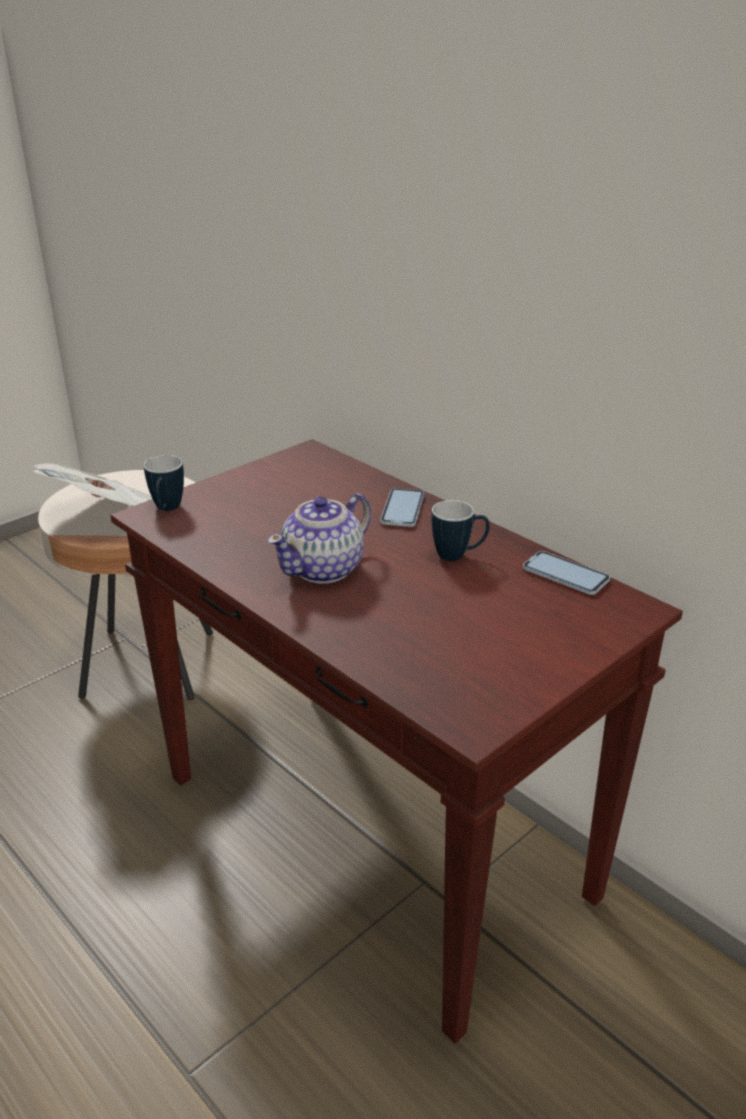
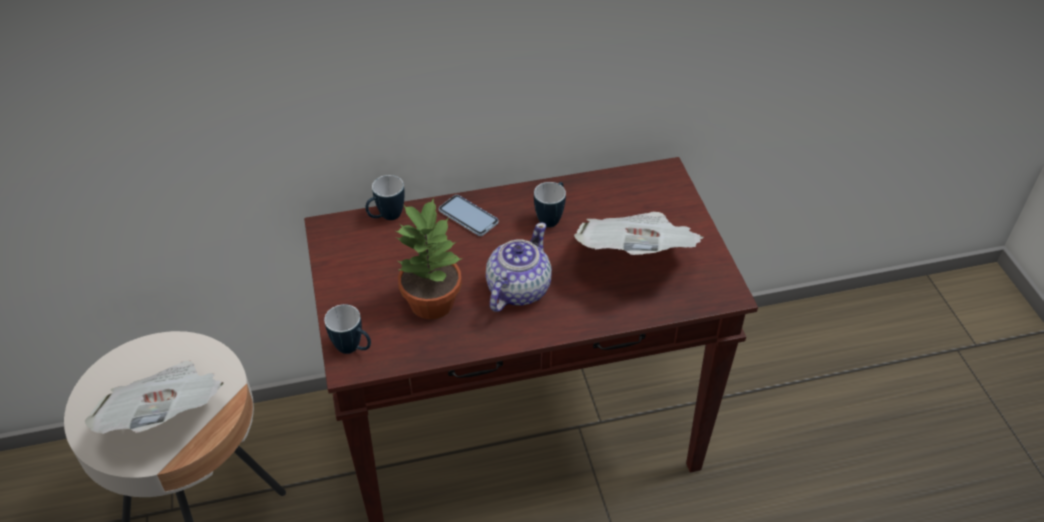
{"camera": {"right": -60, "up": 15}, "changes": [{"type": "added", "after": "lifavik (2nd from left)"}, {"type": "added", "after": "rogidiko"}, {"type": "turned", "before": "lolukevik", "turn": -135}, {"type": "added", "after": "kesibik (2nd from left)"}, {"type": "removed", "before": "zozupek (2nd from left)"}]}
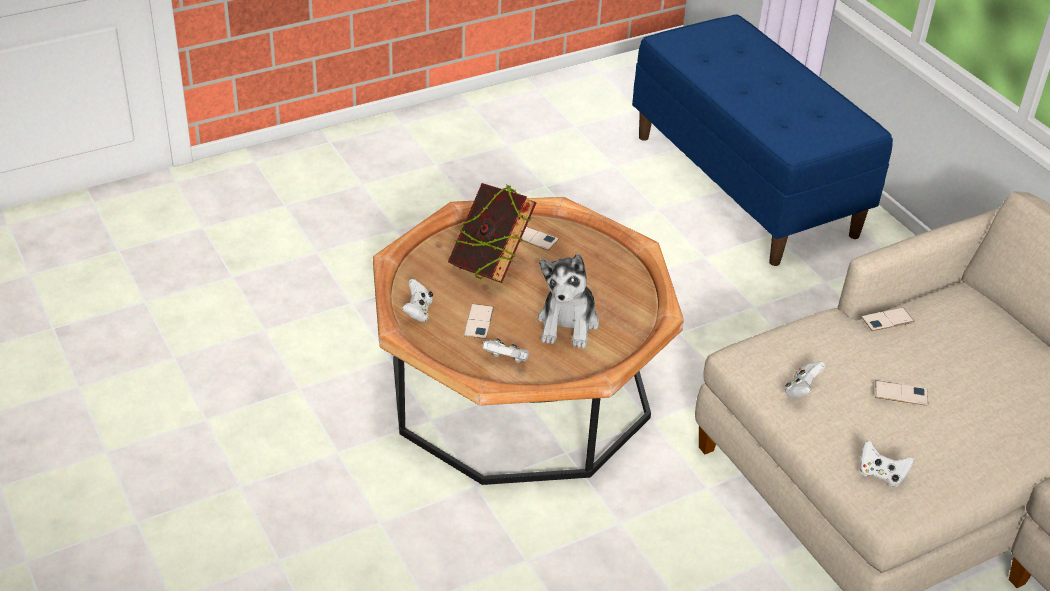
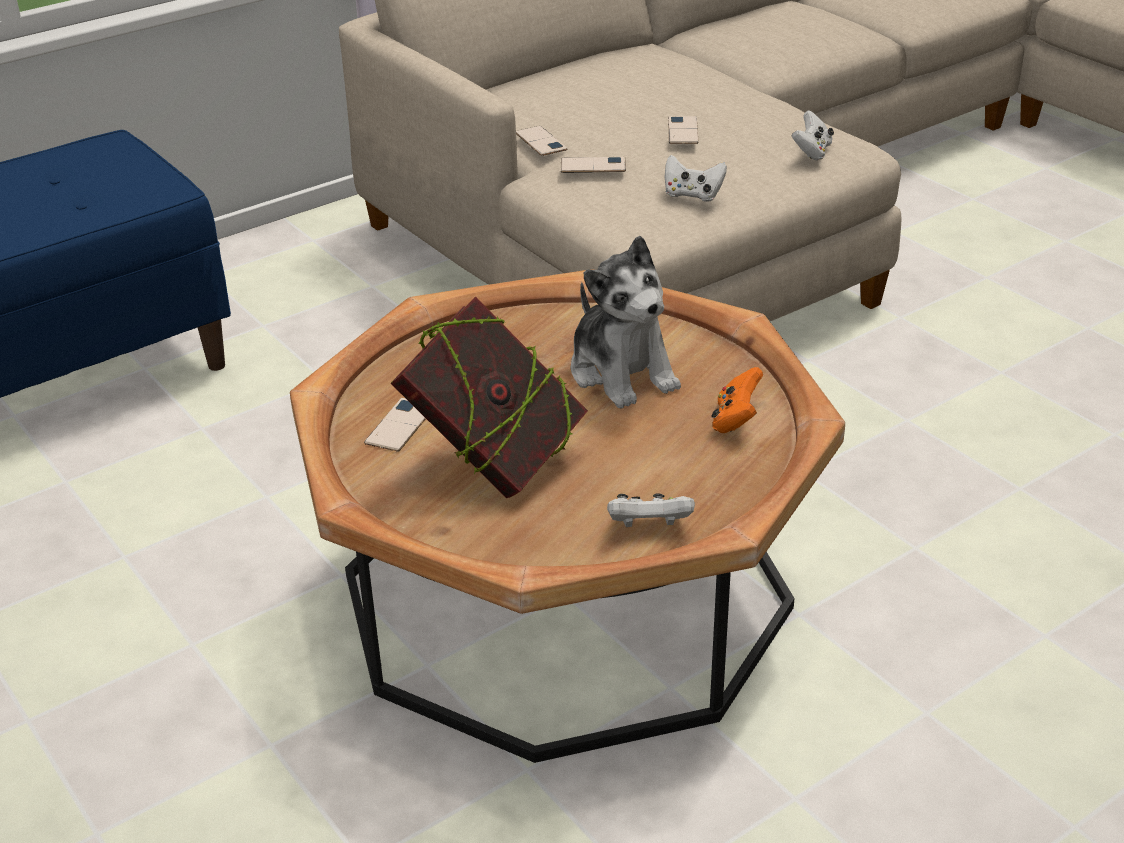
{"camera": {"right": -95, "up": -5}, "changes": [{"type": "moved", "before": "zozupek (1st from left in the first image)", "after": "zozupek (3rd from left)"}, {"type": "turned", "before": "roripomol", "turn": 60}, {"type": "recoloured", "before": "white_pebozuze (2nd from left)", "after": "orange_pebozuze"}]}
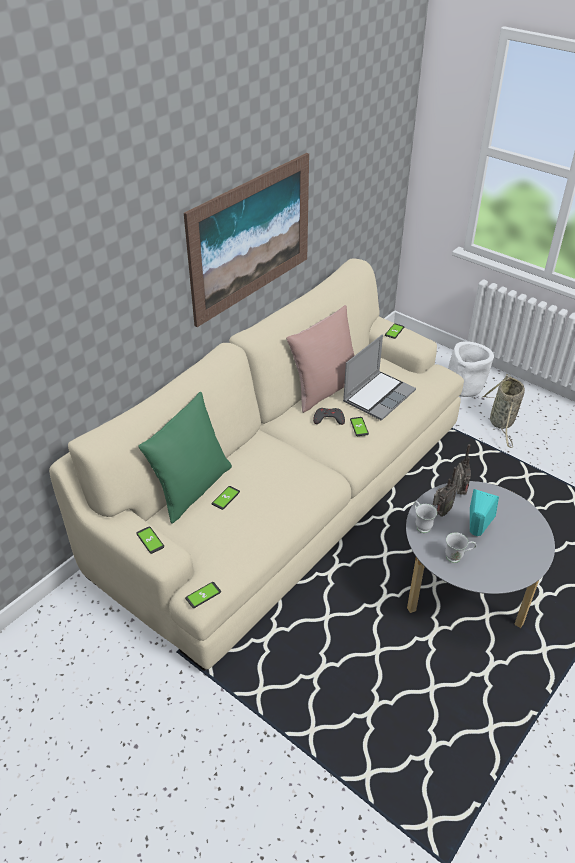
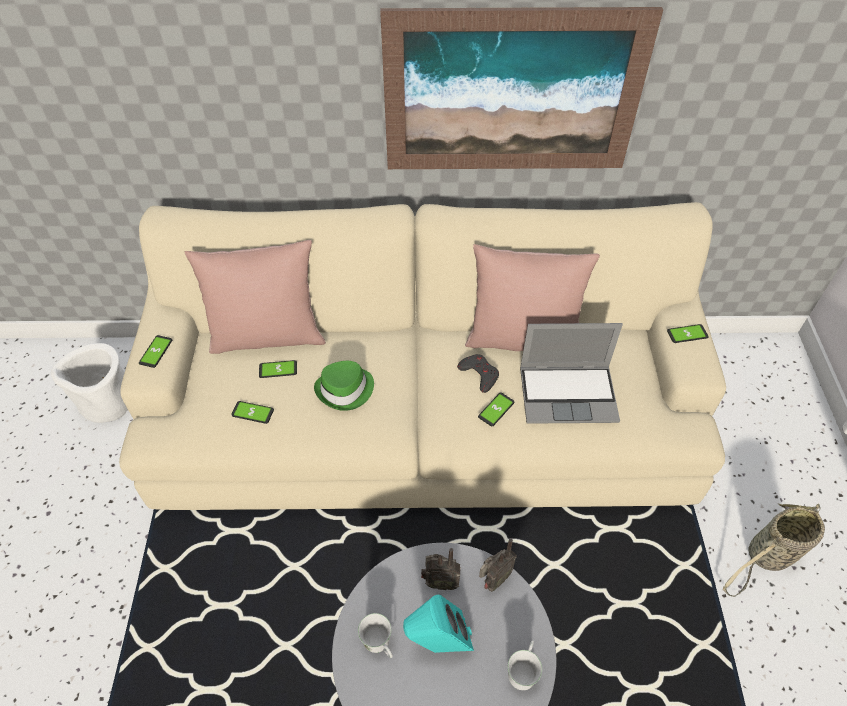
{"camera": {"right": 50, "up": 10}, "changes": [{"type": "moved", "before": "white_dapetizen"}, {"type": "recoloured", "before": "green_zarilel", "after": "pink_zarilel (1st from left)"}, {"type": "moved", "before": "zozupek (2nd from left)"}, {"type": "added", "after": "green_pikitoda"}, {"type": "moved", "before": "white_lifavik (1st from left in the first image)", "after": "white_lifavik (2nd from left)"}]}
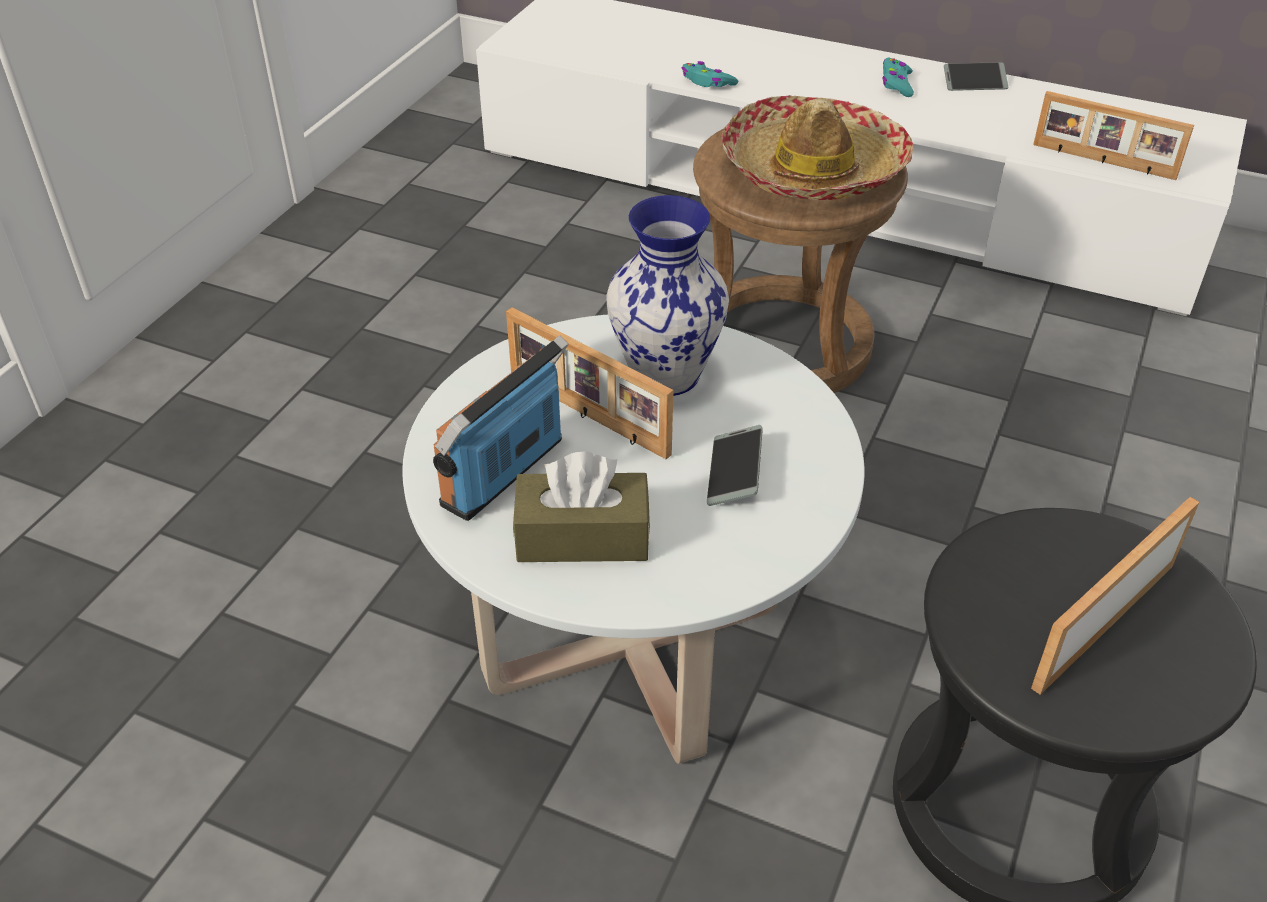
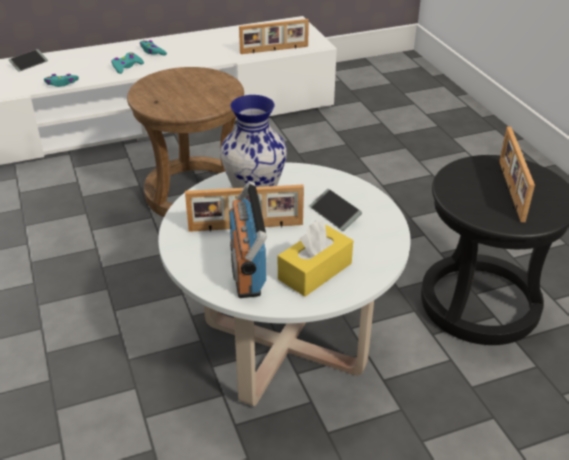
{"camera": {"right": -45, "up": -5}, "changes": [{"type": "moved", "before": "zozupek (2nd from left in the first image)", "after": "zozupek (1st from left)"}, {"type": "added", "after": "turquoise_pebozuze (2nd from left)"}, {"type": "recoloured", "before": "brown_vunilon", "after": "yellow_vunilon"}, {"type": "removed", "before": "pikitoda"}]}
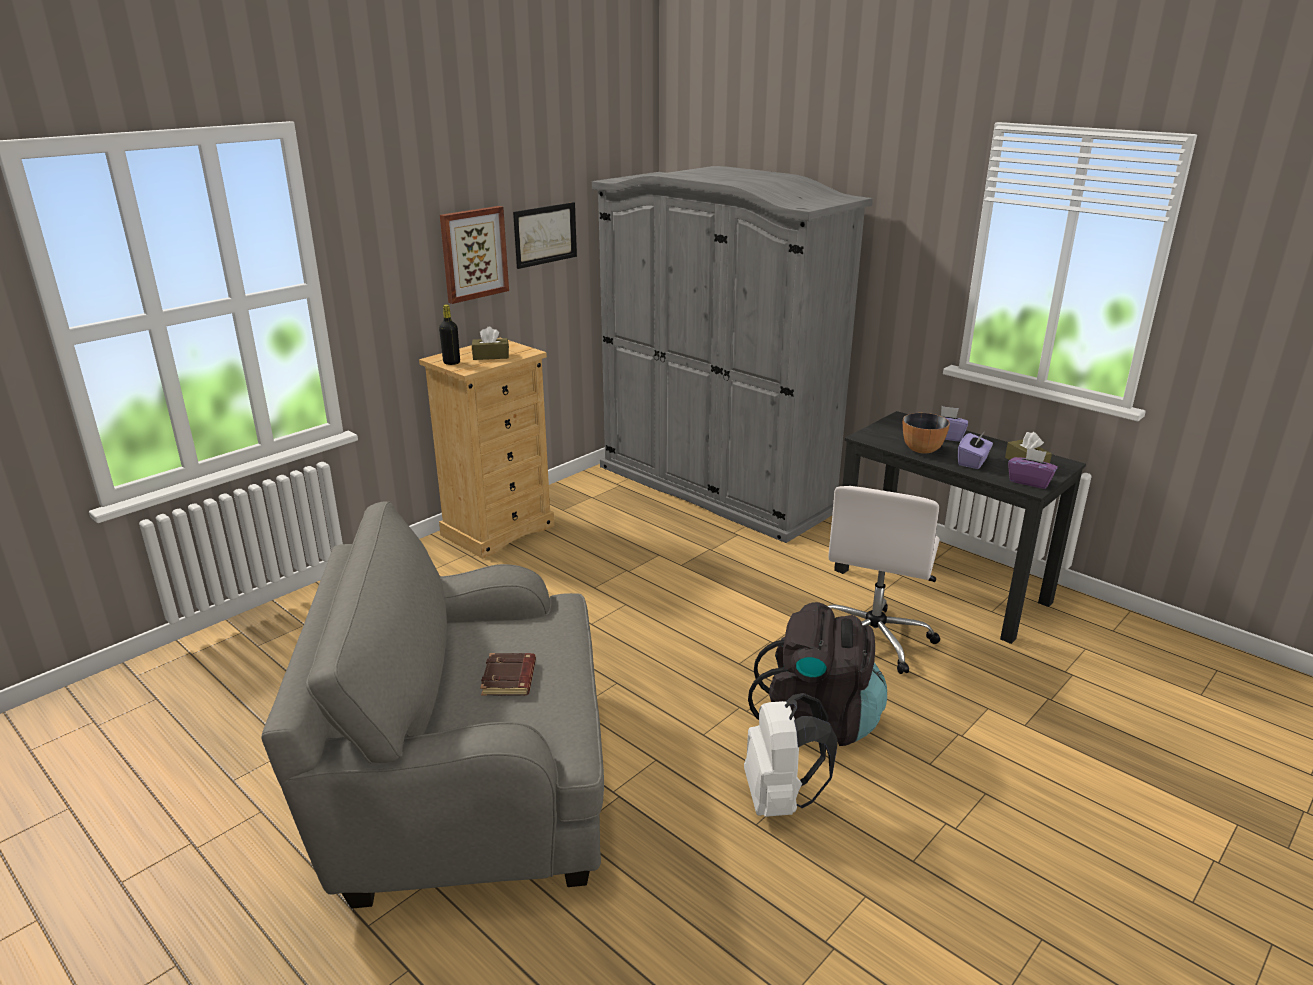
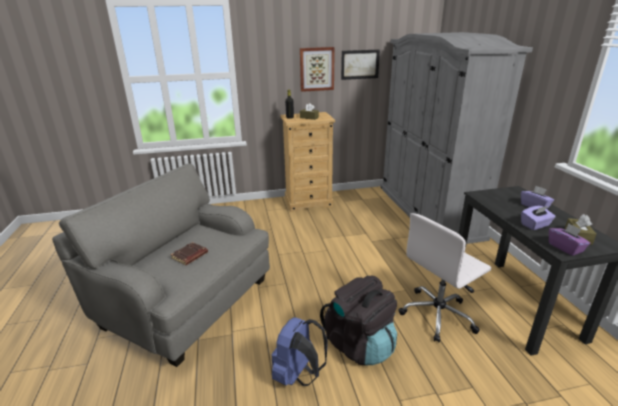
{"camera": {"right": 35, "up": 0}, "changes": [{"type": "recoloured", "before": "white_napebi", "after": "blue_napebi"}, {"type": "removed", "before": "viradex"}]}
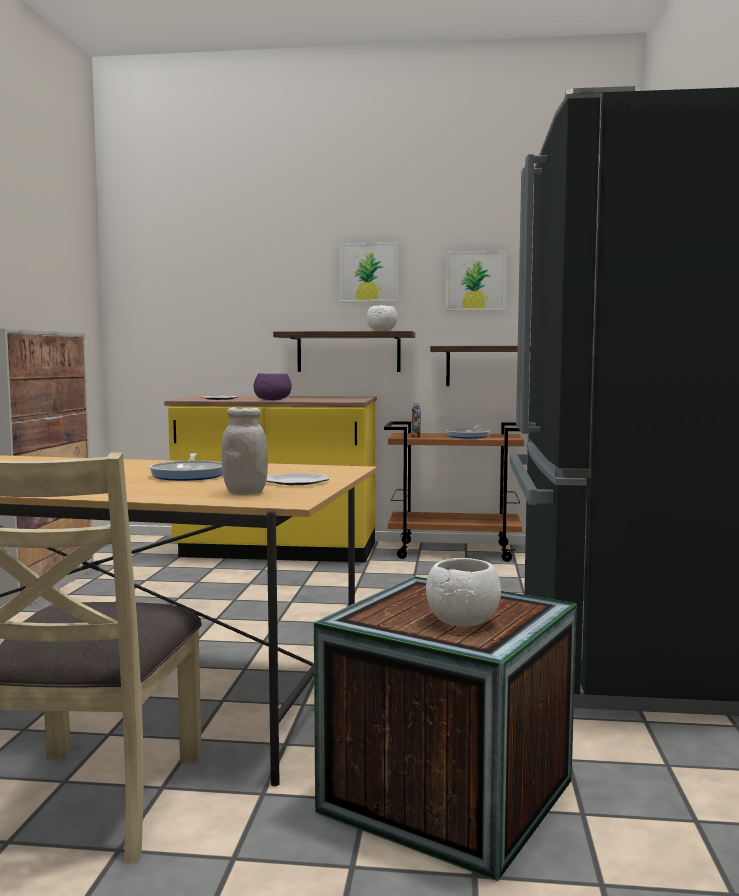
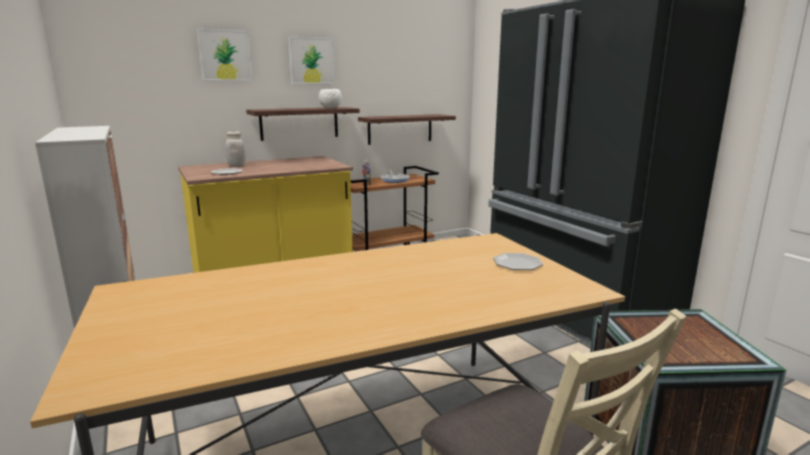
{"camera": {"right": -35, "up": 10}, "changes": [{"type": "moved", "before": "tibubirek (2nd from left in the first image)", "after": "tibubirek (1st from left)"}, {"type": "moved", "before": "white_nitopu"}, {"type": "removed", "before": "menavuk (1st from left)"}, {"type": "removed", "before": "purple_viradex"}, {"type": "removed", "before": "white_viradex (2nd from left)"}]}
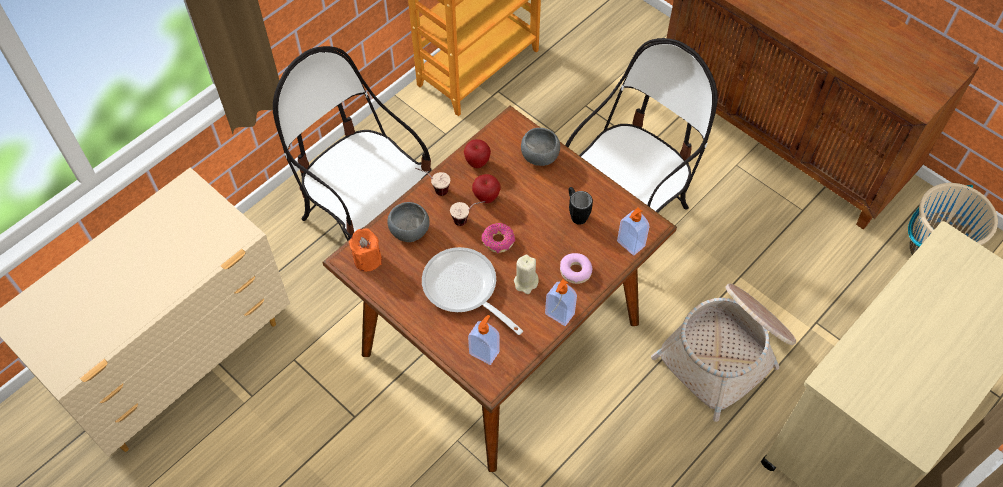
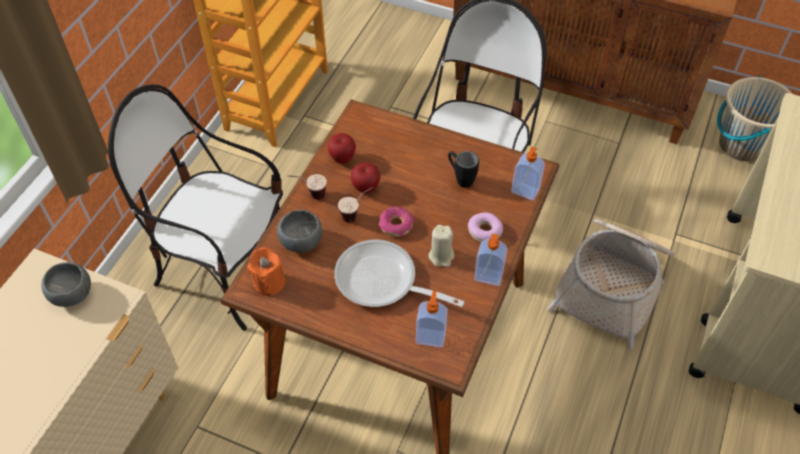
{"camera": {"right": -20, "up": -5}, "changes": [{"type": "moved", "before": "grey_viradex (2nd from left in the first image)", "after": "grey_viradex (1st from left)"}]}
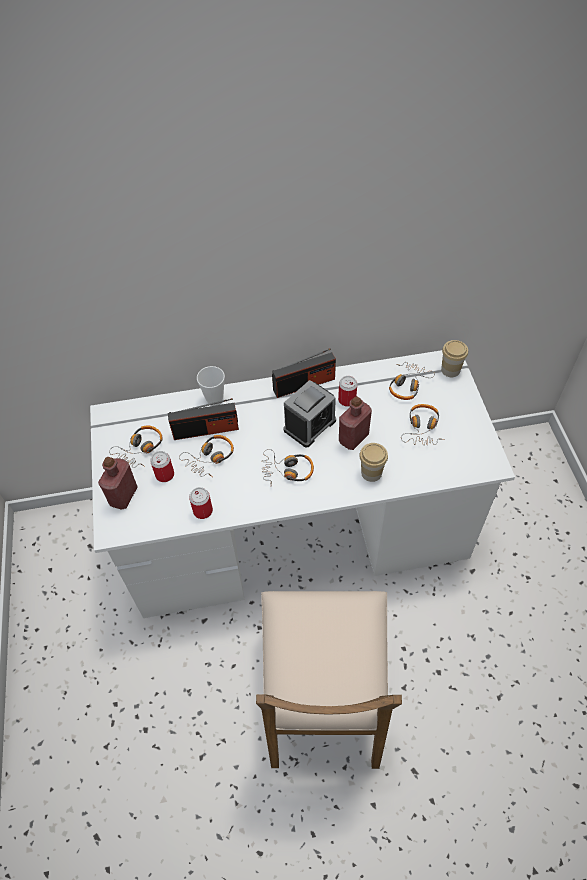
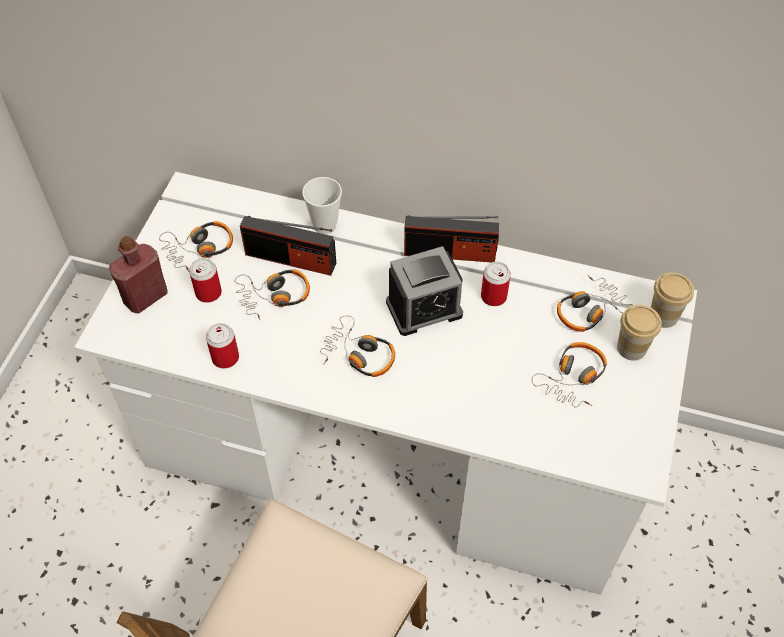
{"camera": {"right": 25, "up": 0}, "changes": [{"type": "moved", "before": "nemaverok (2nd from left)"}, {"type": "removed", "before": "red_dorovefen (2nd from left)"}]}
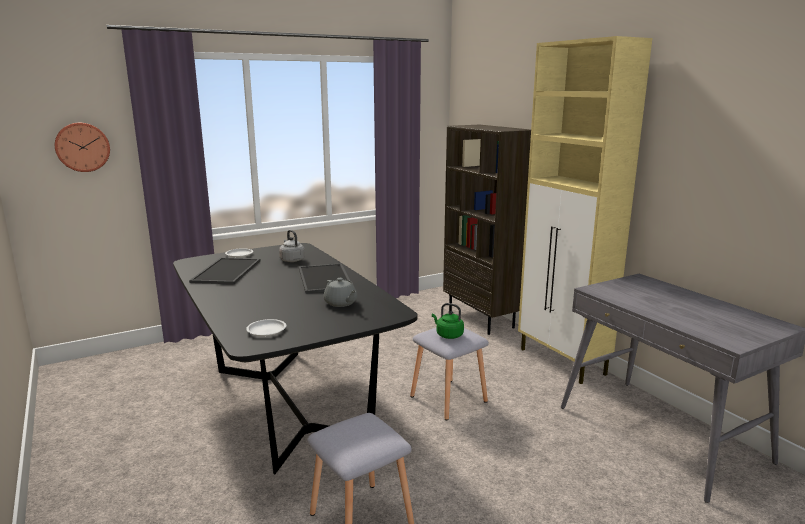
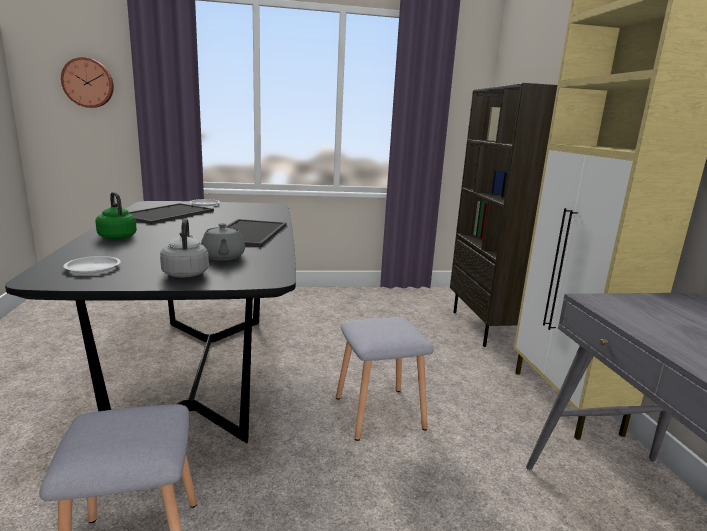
{"camera": {"right": 20, "up": 0}, "changes": [{"type": "moved", "before": "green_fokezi"}, {"type": "moved", "before": "grey_fokezi"}]}
